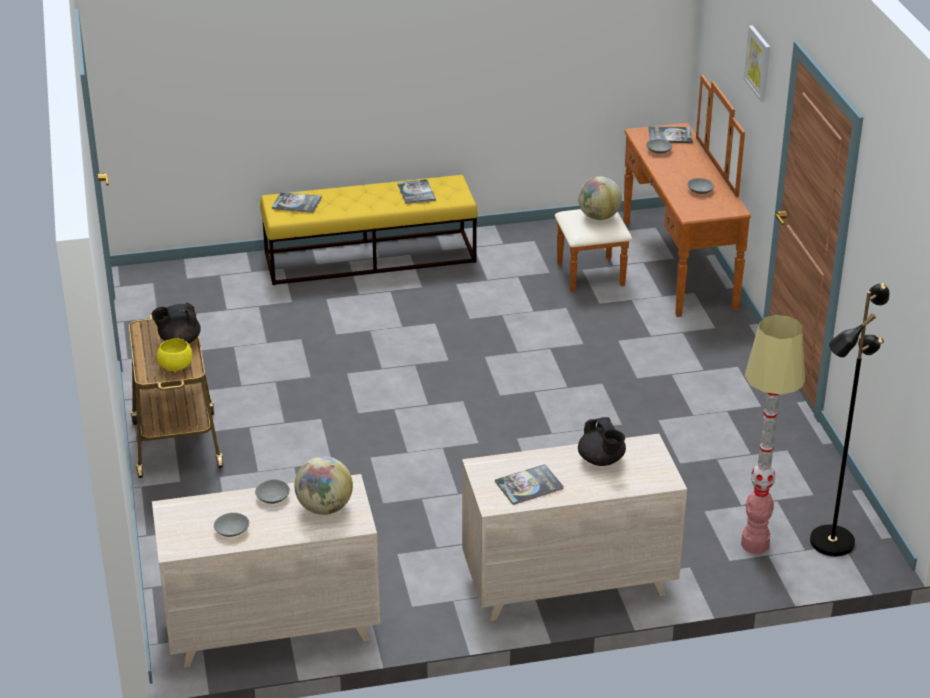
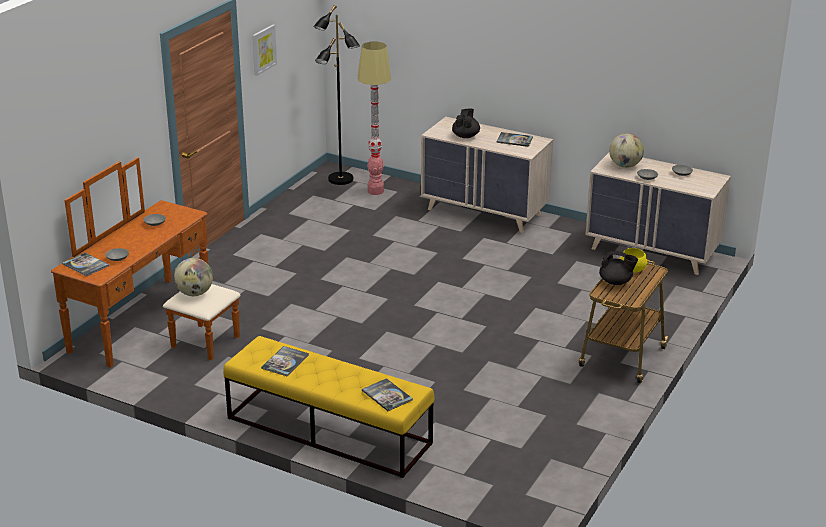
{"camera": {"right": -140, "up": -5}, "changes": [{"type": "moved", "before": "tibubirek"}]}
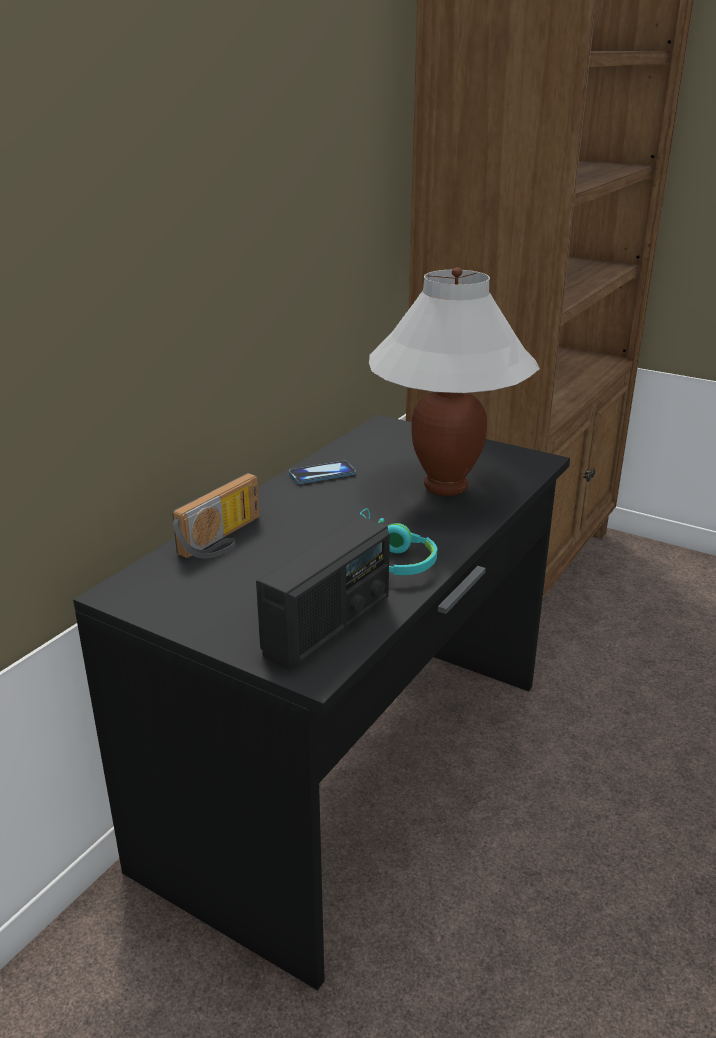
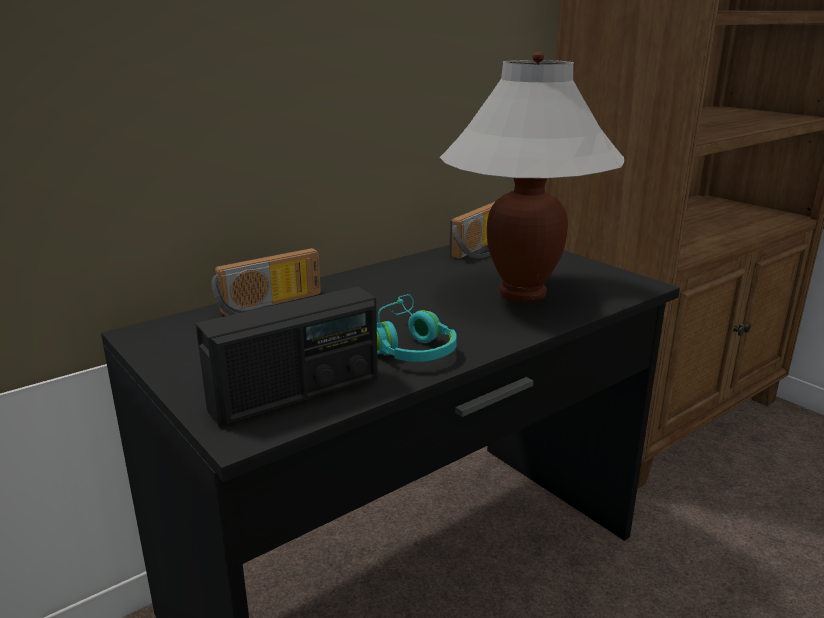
{"camera": {"right": 20, "up": -5}, "changes": [{"type": "added", "after": "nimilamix (3rd from left)"}, {"type": "removed", "before": "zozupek"}]}
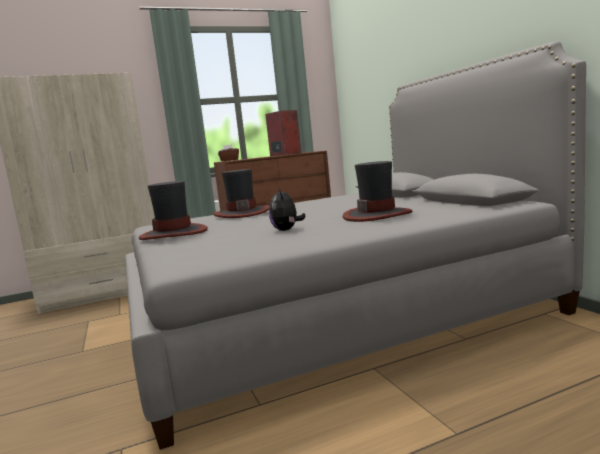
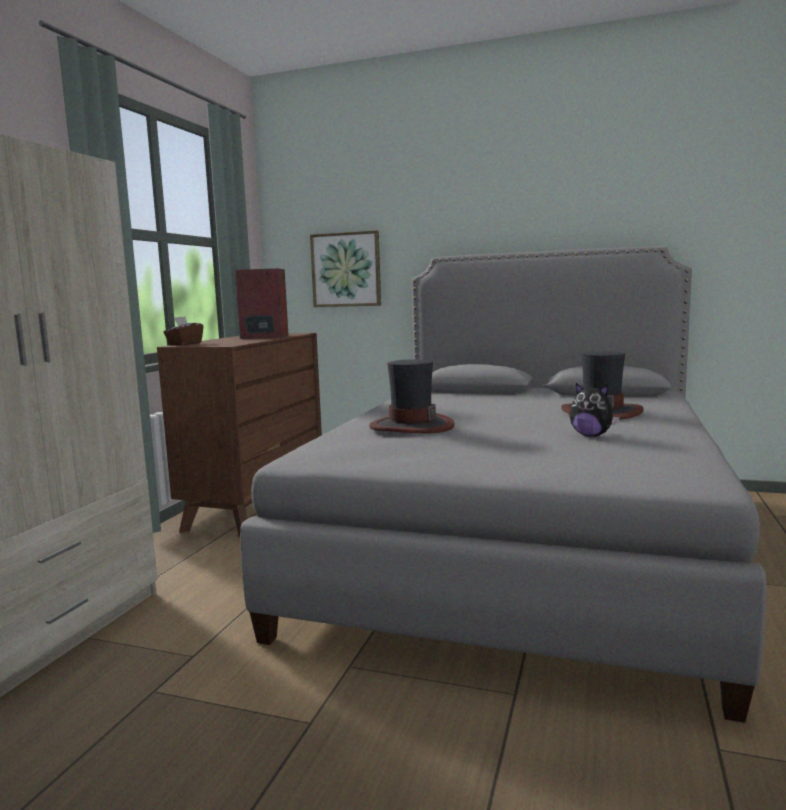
{"camera": {"right": -50, "up": 0}, "changes": [{"type": "added", "after": "tibubirek"}, {"type": "removed", "before": "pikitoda (1st from left)"}]}
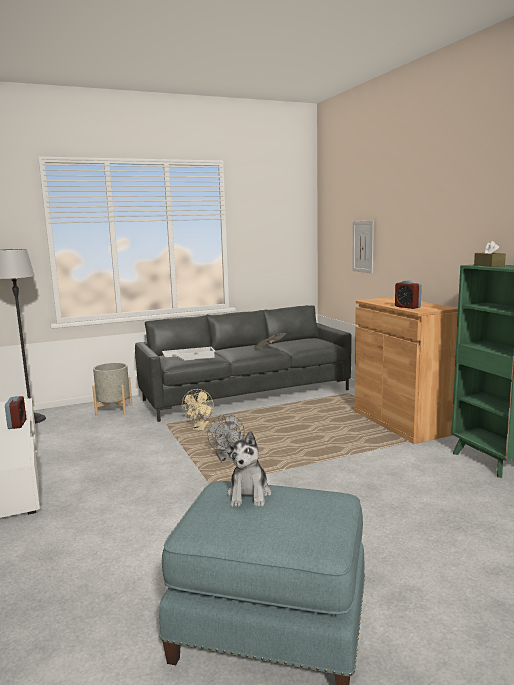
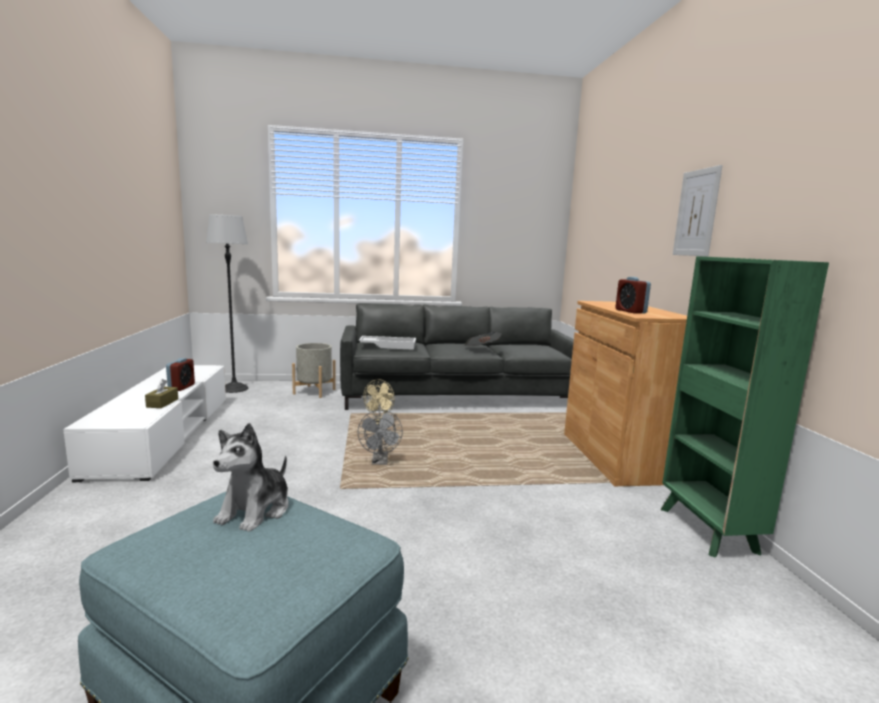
{"camera": {"right": 15, "up": 0}, "changes": [{"type": "moved", "before": "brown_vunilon"}, {"type": "moved", "before": "tibubirek"}]}
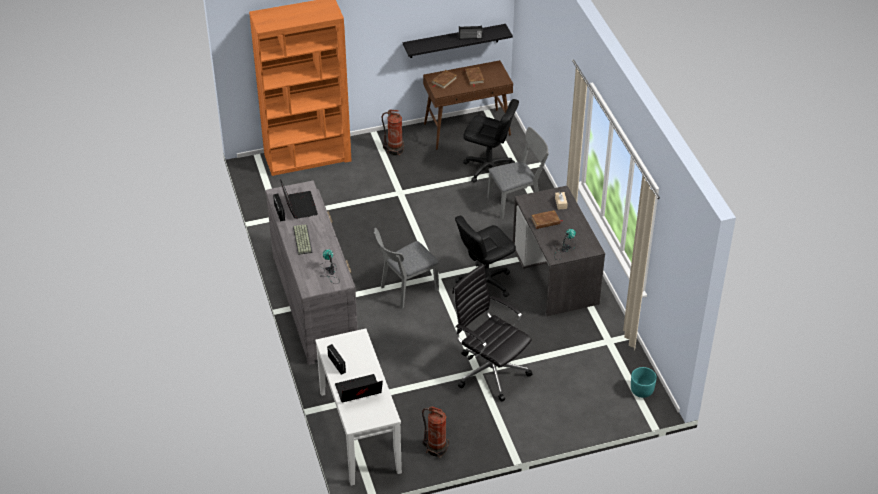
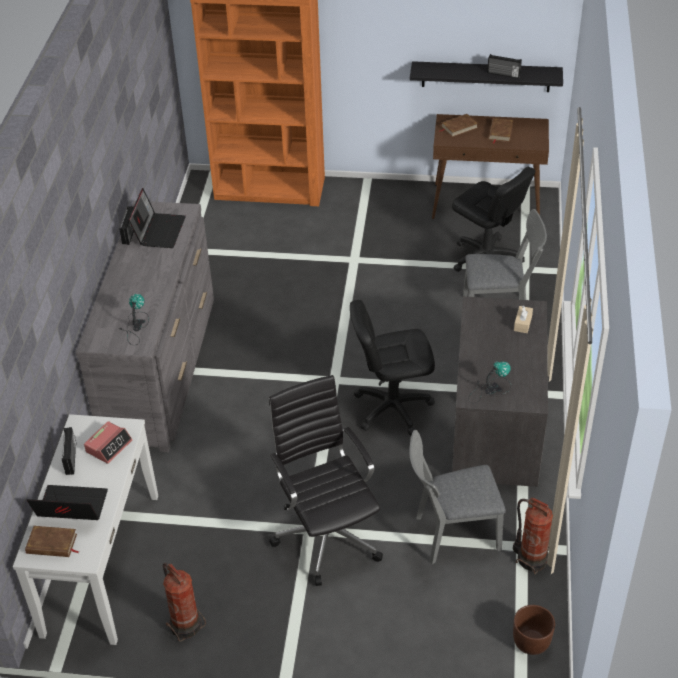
{"camera": {"right": 25, "up": 0}, "changes": [{"type": "moved", "before": "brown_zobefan (3rd from left in the first image)", "after": "brown_zobefan (1st from left)"}, {"type": "added", "after": "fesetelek"}, {"type": "moved", "before": "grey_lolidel (1st from left)"}, {"type": "moved", "before": "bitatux (1st from left in the first image)", "after": "bitatux (2nd from left)"}, {"type": "recoloured", "before": "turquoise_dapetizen", "after": "brown_dapetizen"}, {"type": "removed", "before": "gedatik"}]}
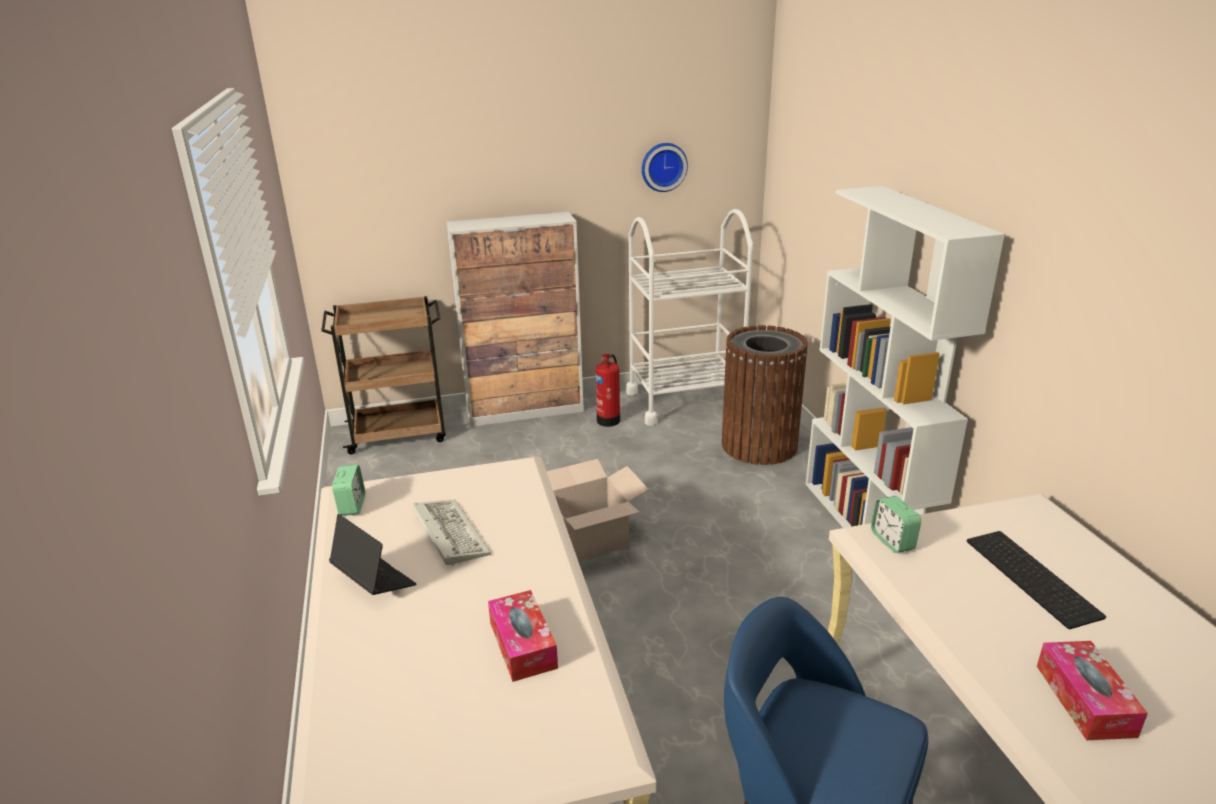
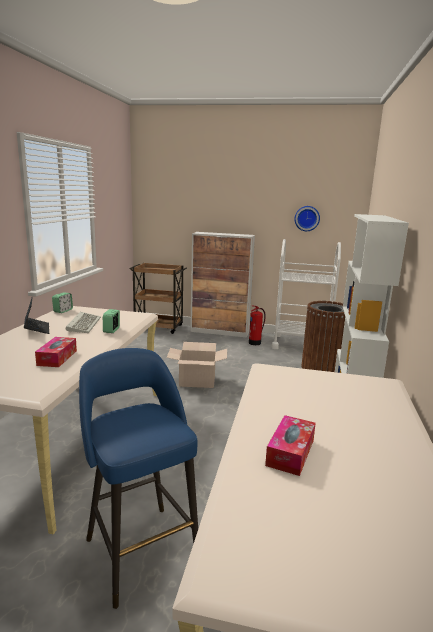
{"camera": {"right": 25, "up": -10}, "changes": [{"type": "moved", "before": "fesetelek (2nd from left)"}, {"type": "removed", "before": "gedatik (2nd from left)"}]}
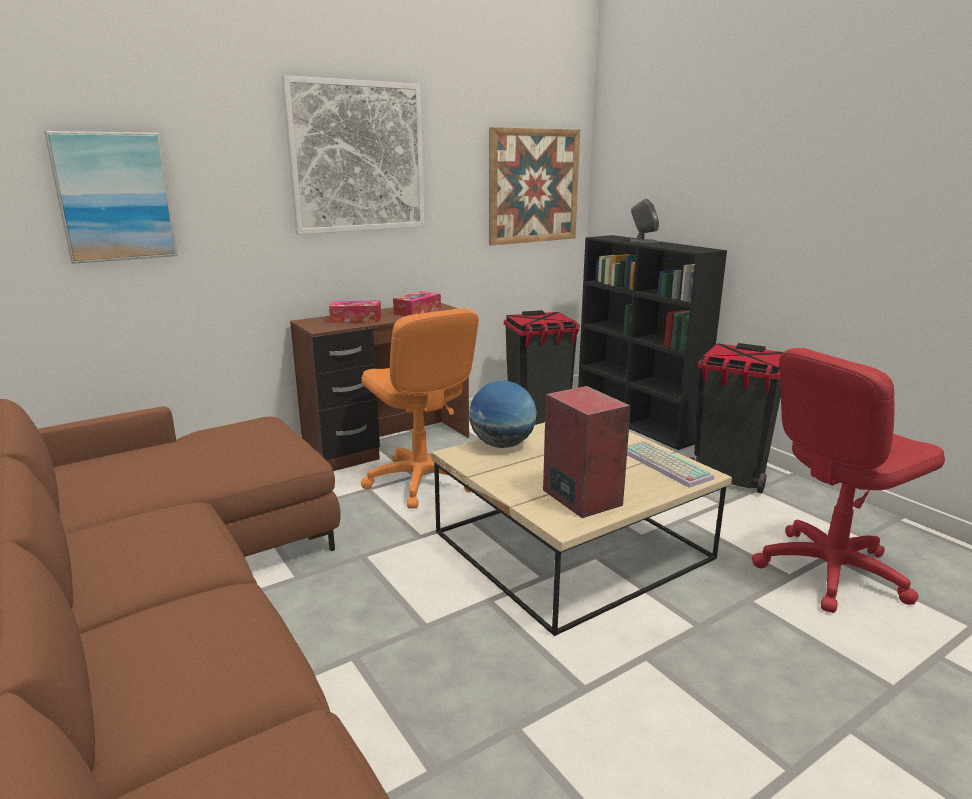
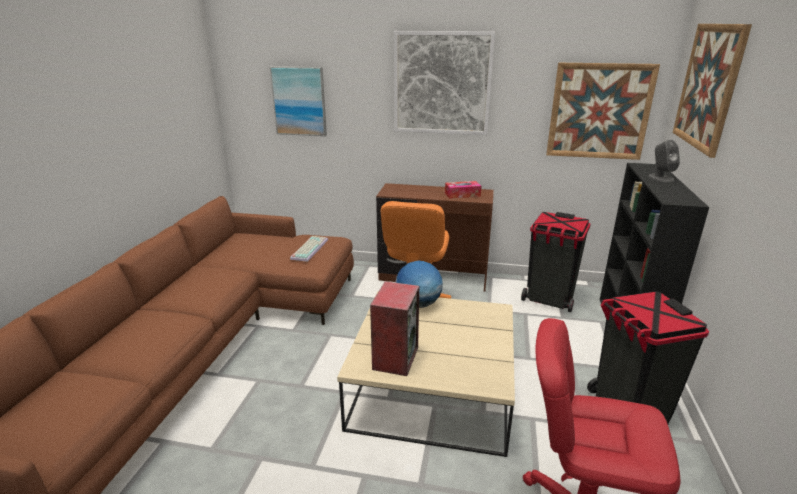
{"camera": {"right": 45, "up": 5}, "changes": [{"type": "moved", "before": "gedatik"}, {"type": "added", "after": "tibubirek (4th from left)"}, {"type": "removed", "before": "vunilon (1st from left)"}]}
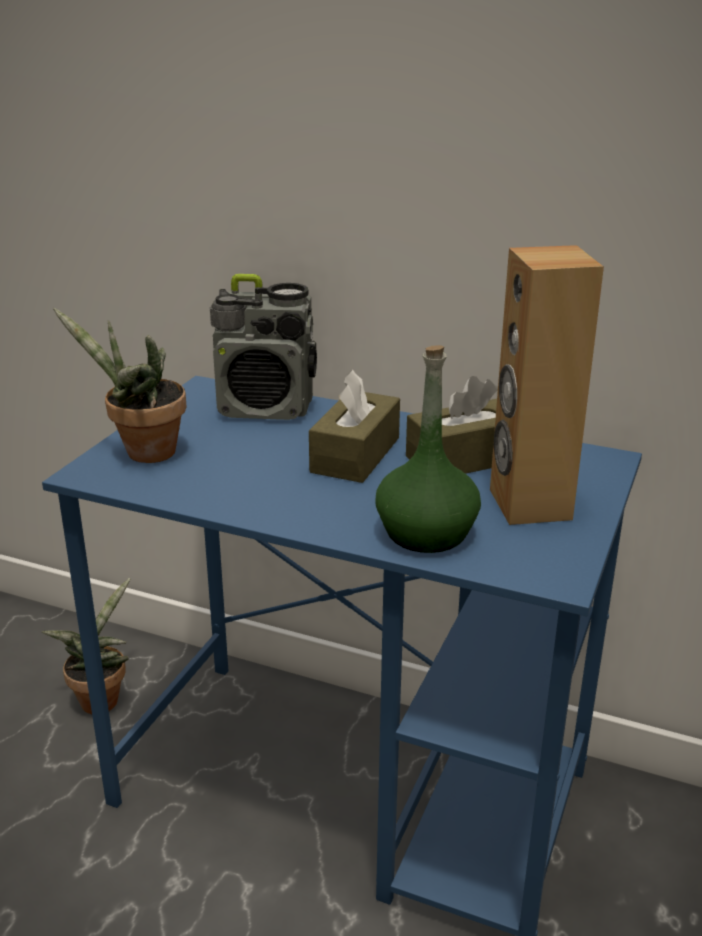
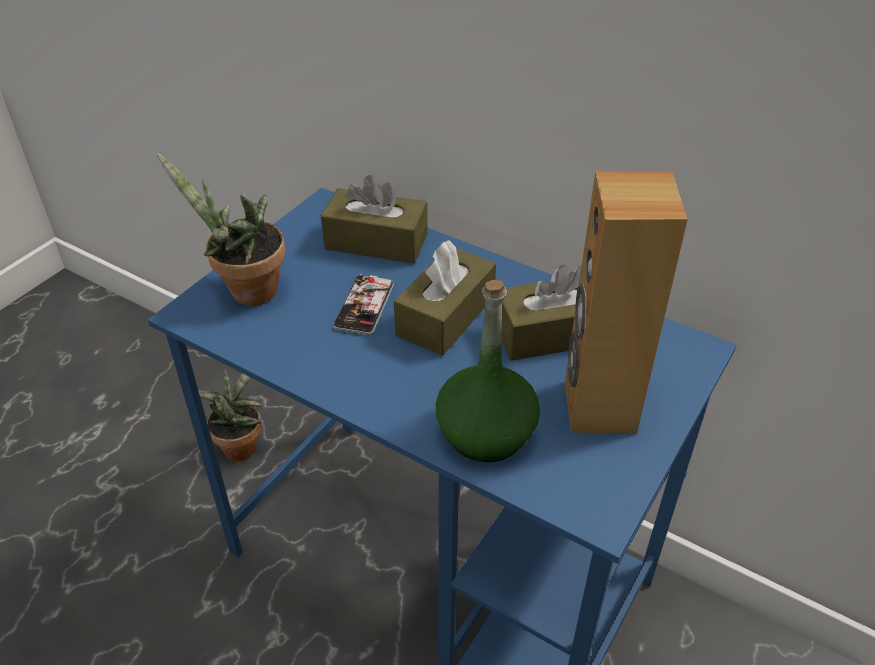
{"camera": {"right": 10, "up": 15}, "changes": [{"type": "replaced", "before": "nimilamix", "after": "brown_vunilon (1st from left)"}, {"type": "added", "after": "zozupek"}]}
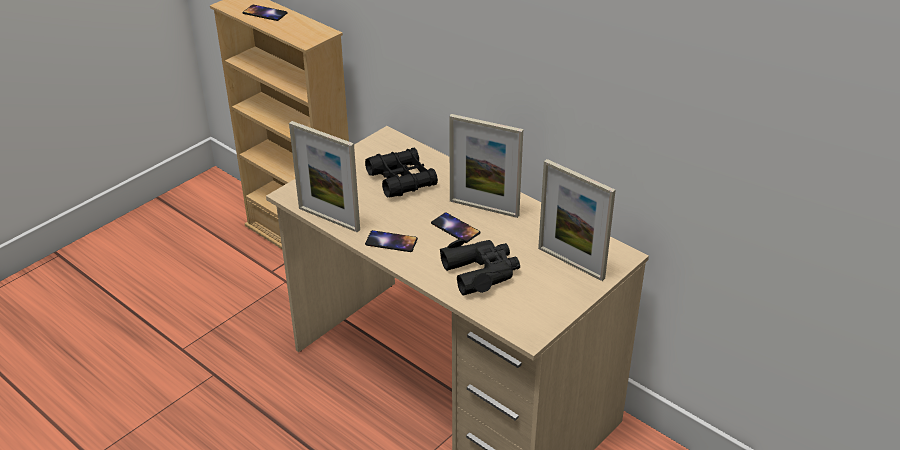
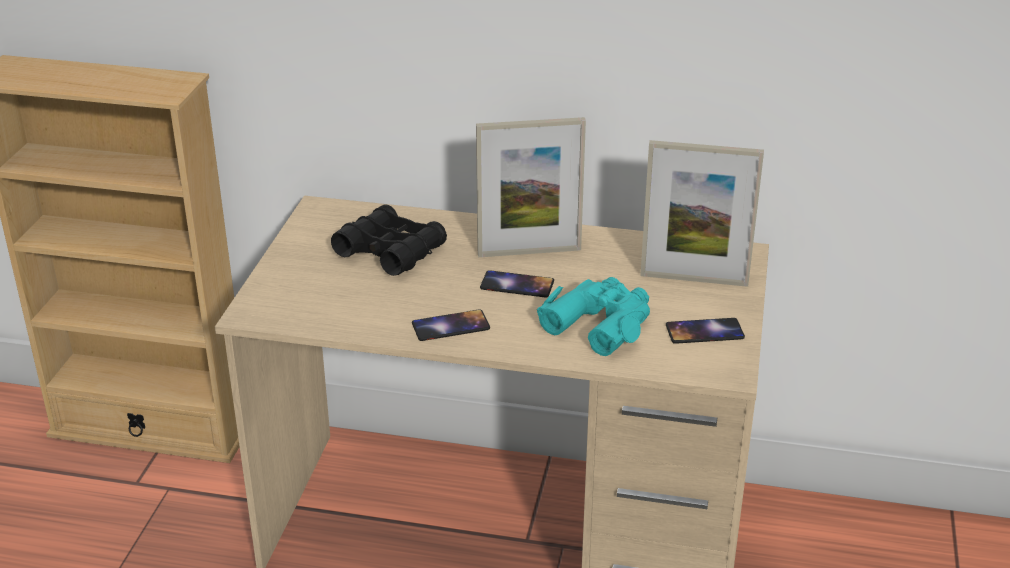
{"camera": {"right": -30, "up": -5}, "changes": [{"type": "recoloured", "before": "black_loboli (2nd from left)", "after": "turquoise_loboli"}, {"type": "moved", "before": "zozupek (1st from left in the first image)", "after": "zozupek (3rd from left)"}, {"type": "removed", "before": "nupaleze (1st from left)"}]}
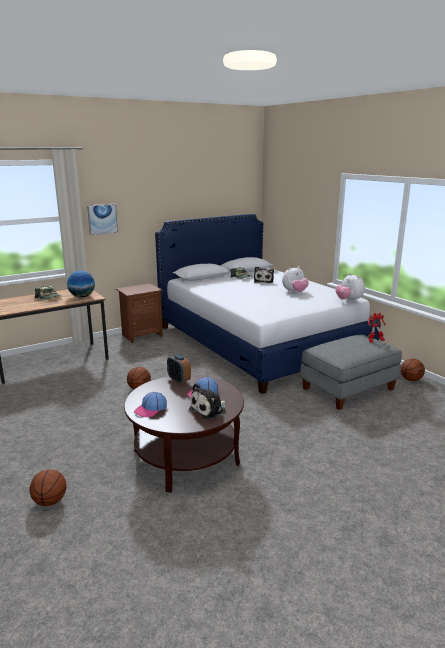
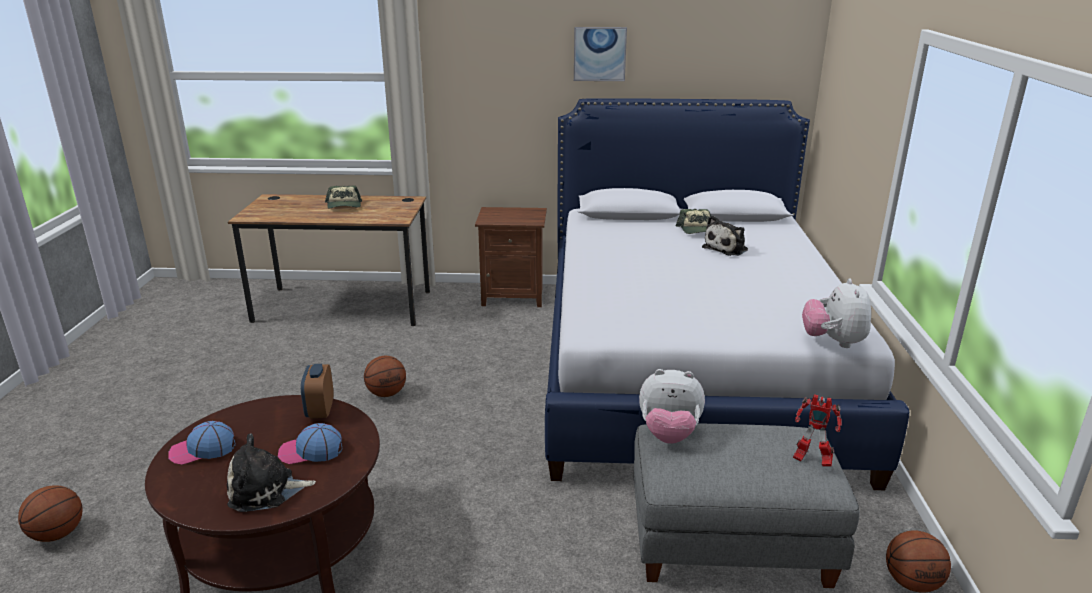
{"camera": {"right": 35, "up": 5}, "changes": [{"type": "moved", "before": "tibubirek"}, {"type": "moved", "before": "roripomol (3rd from left in the first image)", "after": "roripomol (2nd from left)"}, {"type": "removed", "before": "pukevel"}]}
